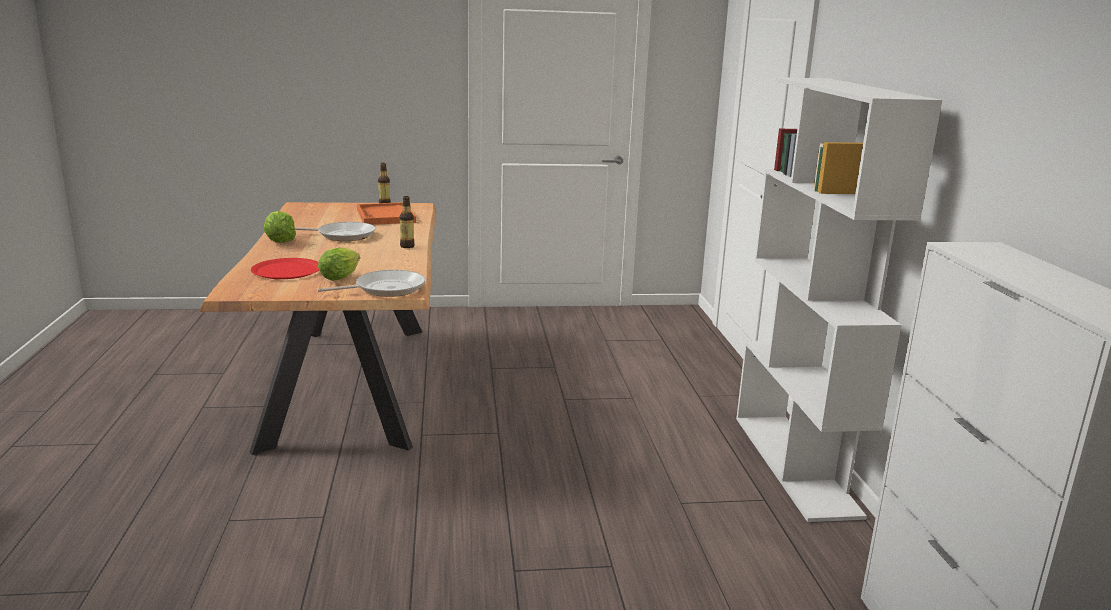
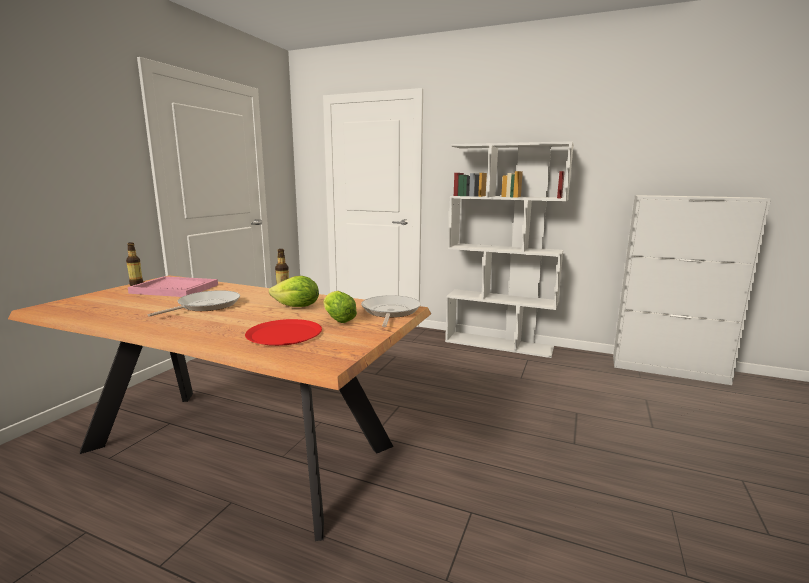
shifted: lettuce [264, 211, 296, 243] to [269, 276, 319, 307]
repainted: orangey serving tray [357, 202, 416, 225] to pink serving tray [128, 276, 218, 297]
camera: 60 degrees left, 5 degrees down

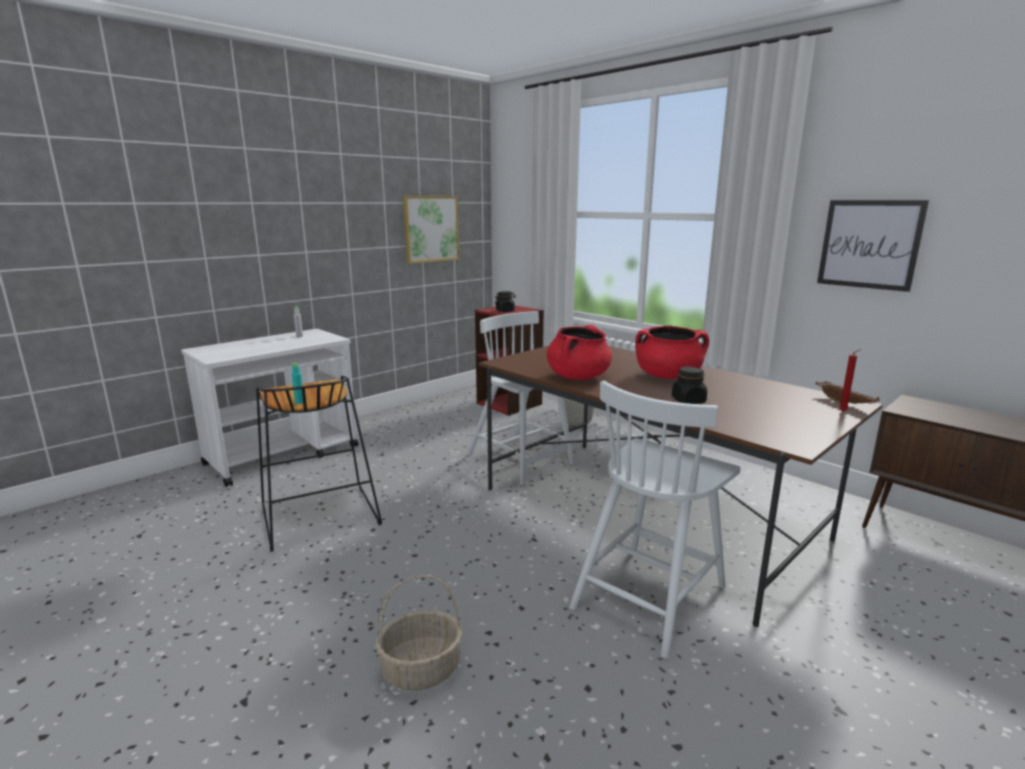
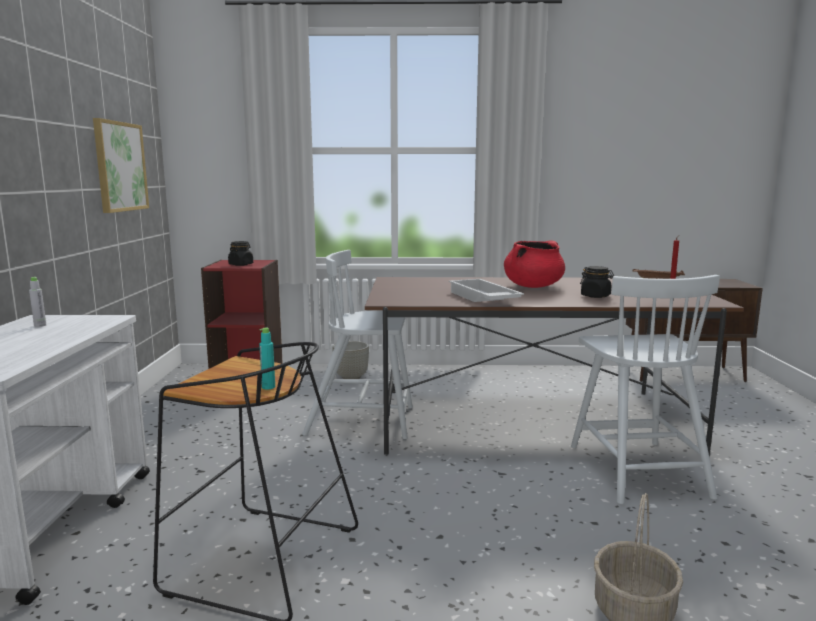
gone: wall art [817, 200, 929, 292]
swapped: reddish cooking pot [547, 325, 612, 380] to white-coloured serving tray [449, 279, 524, 302]
camera: 45 degrees left, 5 degrees down

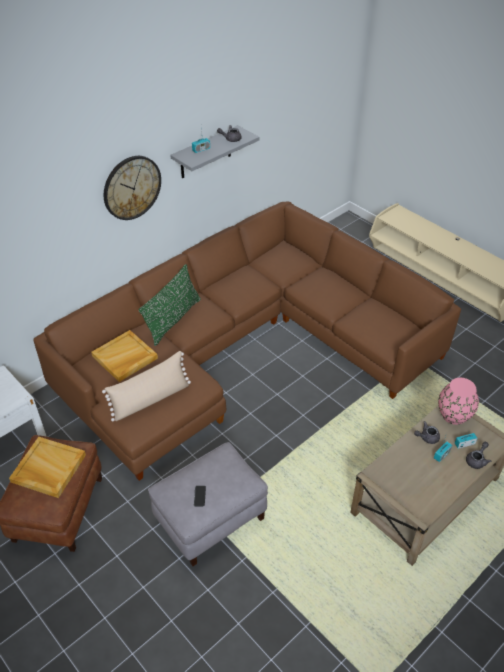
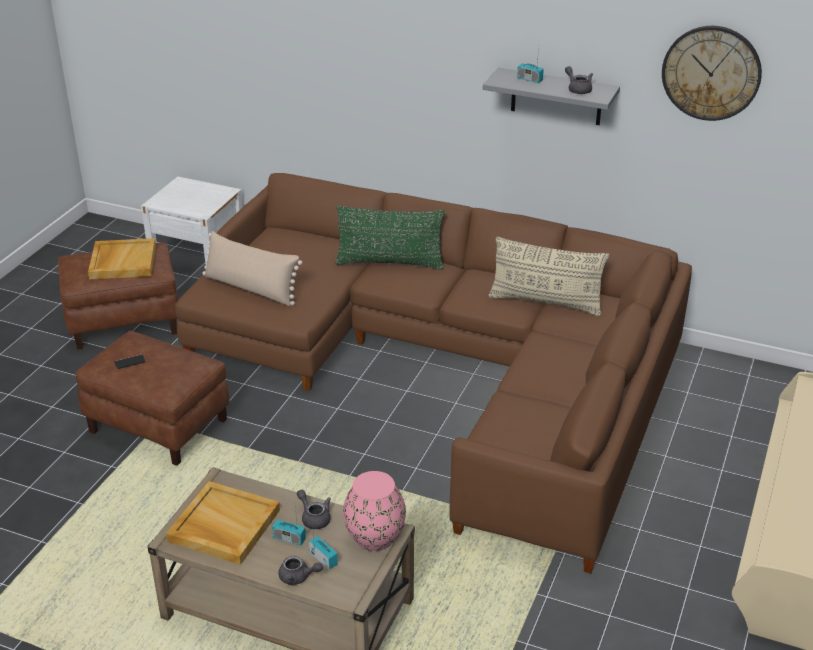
new: beige-coloured cushion [488, 237, 609, 316]
shifted: hanging clock [104, 156, 161, 220] to [662, 26, 762, 121]; beige-coloured serving tray [91, 330, 158, 382] to [166, 481, 280, 565]
repainted: gray ottoman [148, 442, 268, 566] to brown-coloured ottoman [75, 331, 230, 466]
camera: 65 degrees right, 10 degrees down

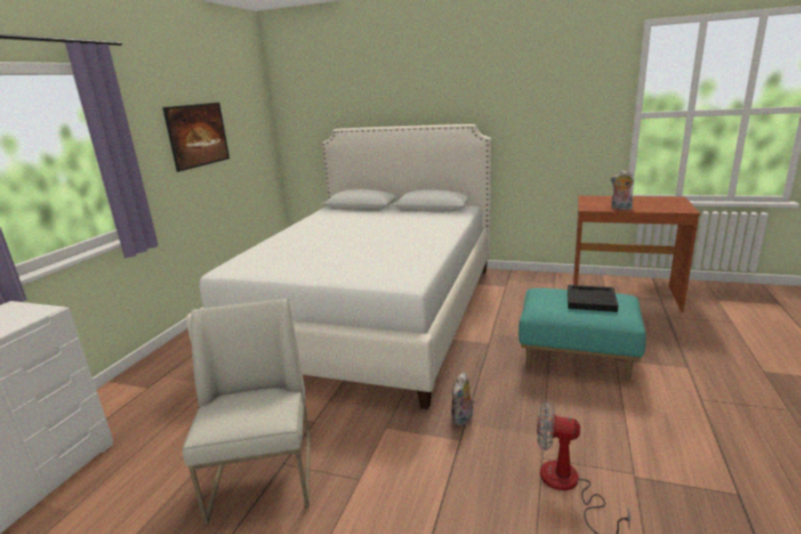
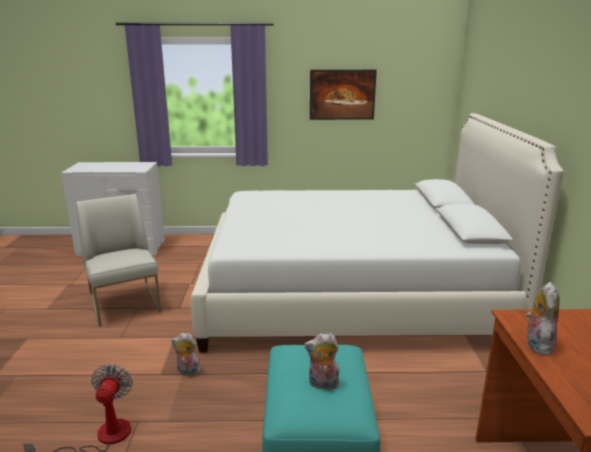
swapped: black serving tray [567, 285, 618, 312] to plush toy [304, 333, 340, 390]
rotated: white-coloured upright chair [182, 298, 311, 526] = [76, 194, 161, 327] 90 degrees counterclockwise
camera: 70 degrees right, 0 degrees up

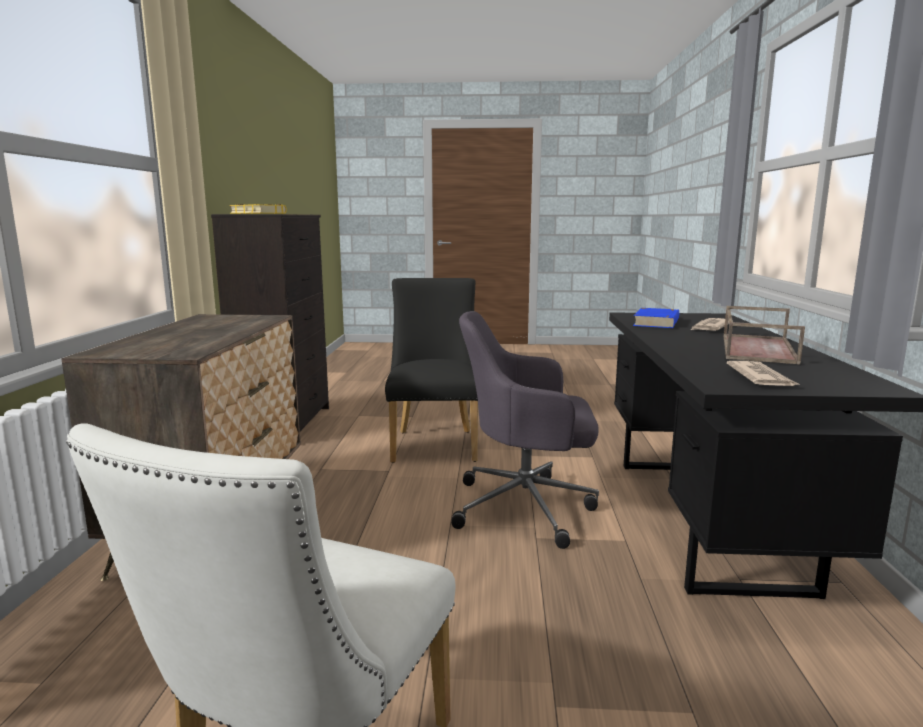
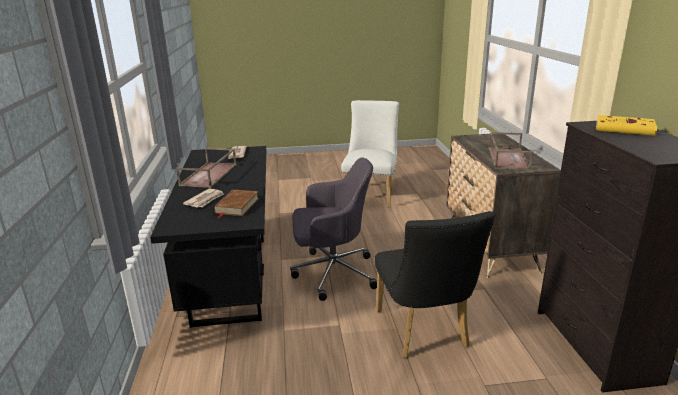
new: brown-coloured serving tray [489, 132, 533, 170]
repainted: blue-coloured bound book [633, 308, 679, 328] to brown-coloured bound book [214, 189, 259, 218]
camera: 170 degrees right, 10 degrees up

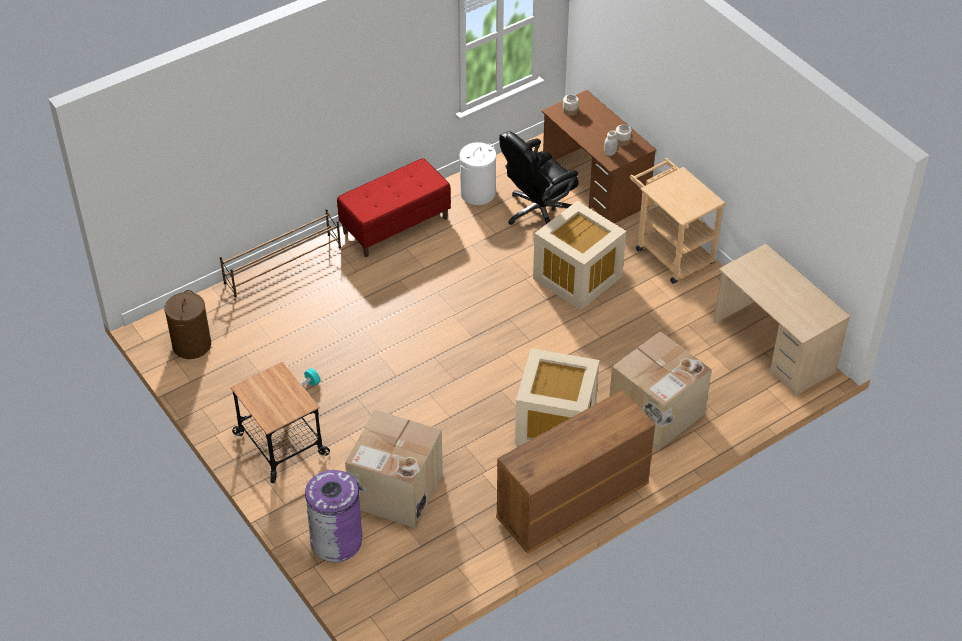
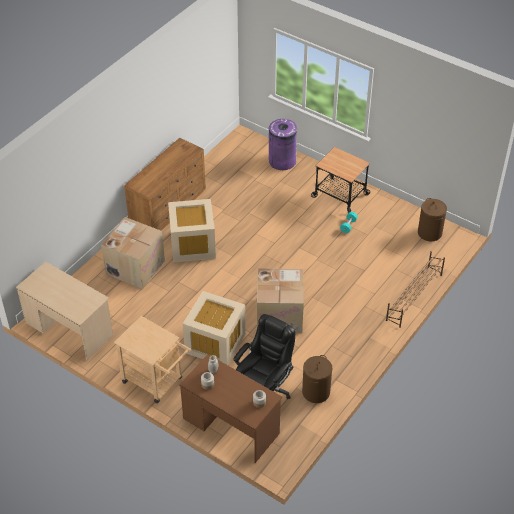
gone: reddish indoor bench [337, 158, 451, 257]
shifted: carton [345, 410, 443, 528] to [257, 268, 304, 333]
repainted: white-coloured washing basket [460, 142, 496, 205] to brown-coloured washing basket [302, 355, 333, 403]
camera: 160 degrees right, 0 degrees up

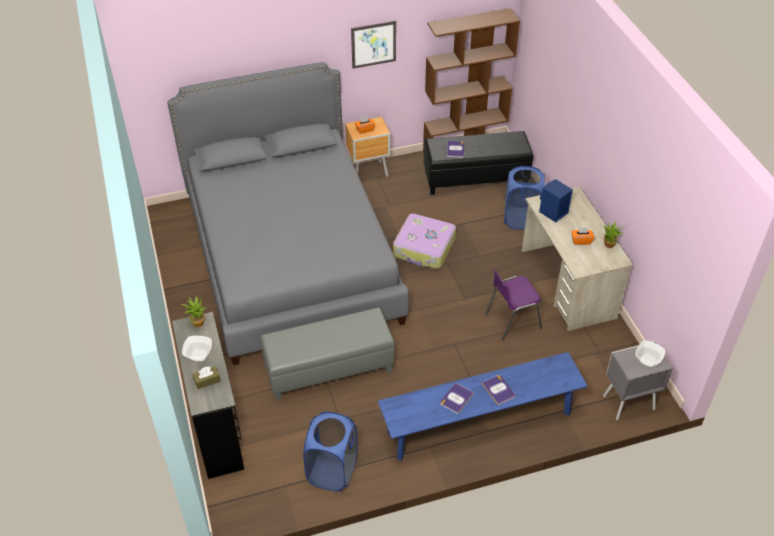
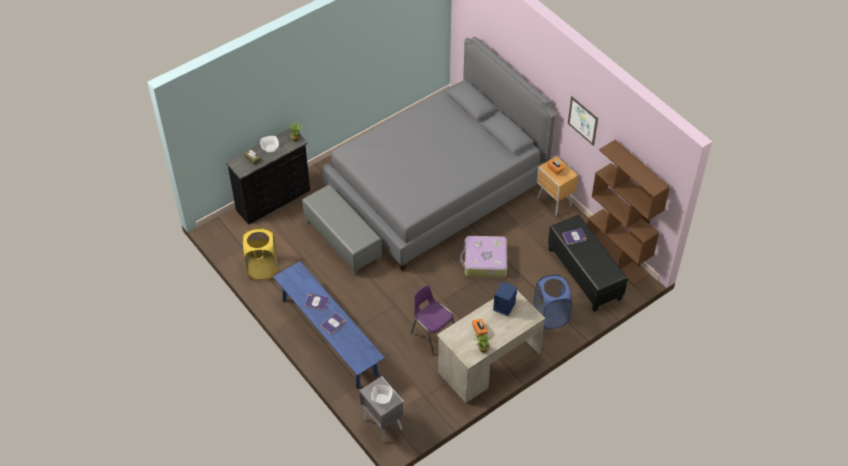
repainted: blue-coloured washing basket [303, 412, 358, 492] to yellow-coloured washing basket [243, 228, 278, 280]
camera: 70 degrees right, 5 degrees up

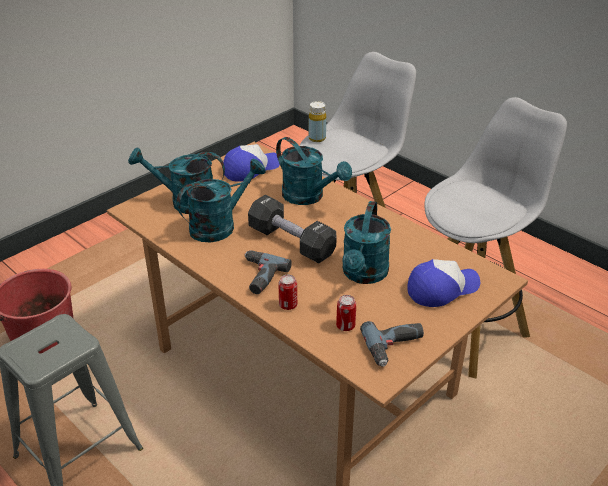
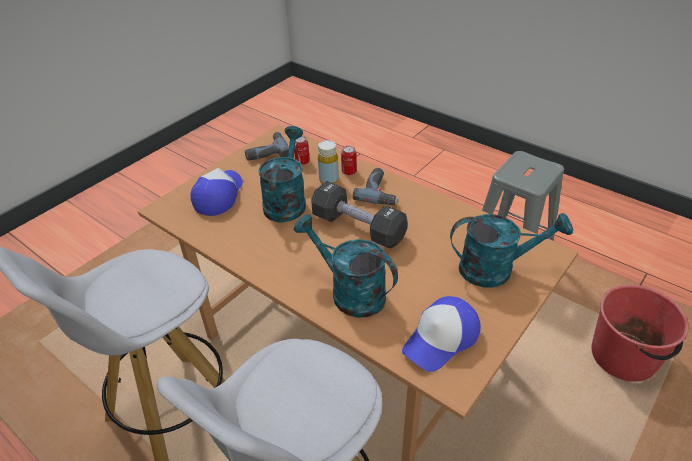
gone: turquoise-coloured sprinkling can [177, 159, 266, 242]
shifted: yellow-coloured beverage bottle [309, 101, 326, 142] to [318, 140, 339, 184]
rotated: baseball cap [408, 259, 480, 307] = [191, 168, 243, 216] 135 degrees clockwise
camera: 175 degrees right, 5 degrees up

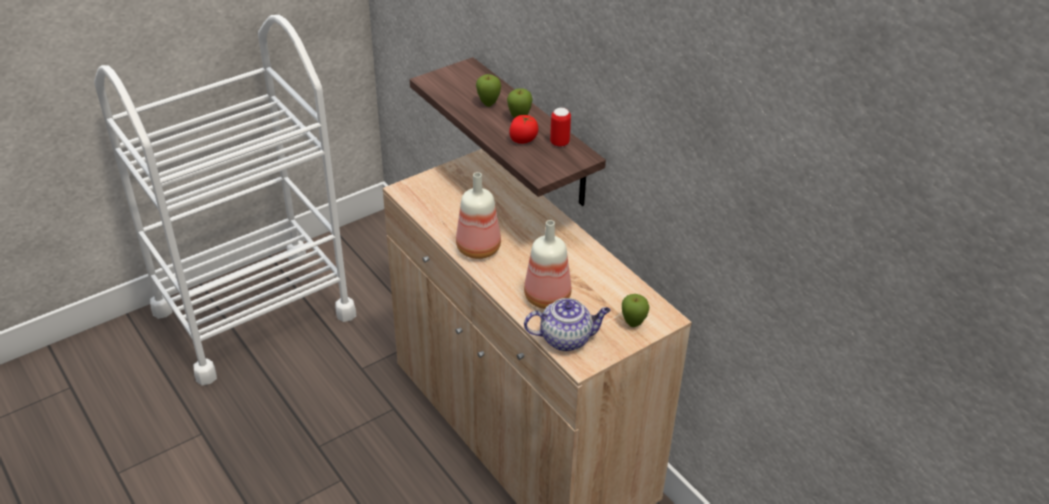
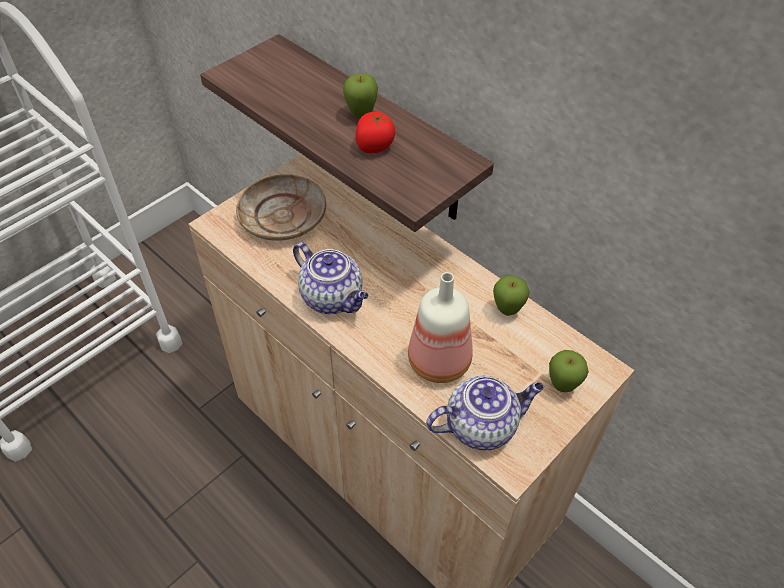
gone: sealed can [550, 108, 571, 147]
new: beige-coloured flat dish [236, 174, 326, 241]
shifted: apple [476, 74, 501, 107] to [493, 275, 530, 316]
swapped: beverage bottle [456, 172, 501, 259] to pot for tea [293, 242, 369, 314]
camera: 10 degrees left, 10 degrees up

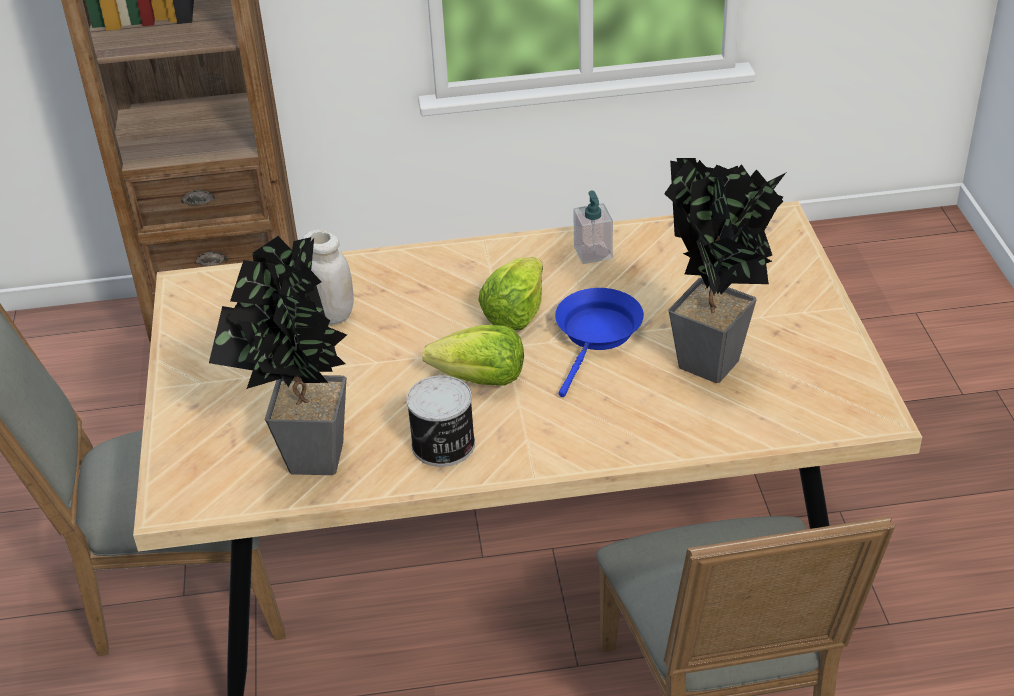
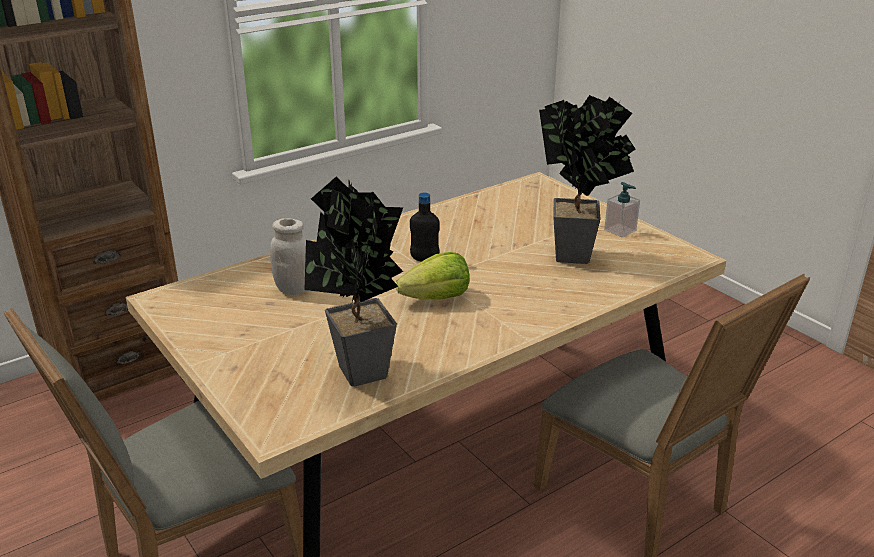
gone: blue-coloured frying pan [555, 288, 644, 397]; sealed can [406, 375, 475, 467]
shifted: soap bottle [573, 190, 613, 264] to [604, 182, 640, 238]
swapped: lettuce [478, 257, 543, 330] to black beverage bottle [410, 192, 440, 262]
camera: 30 degrees left, 10 degrees down

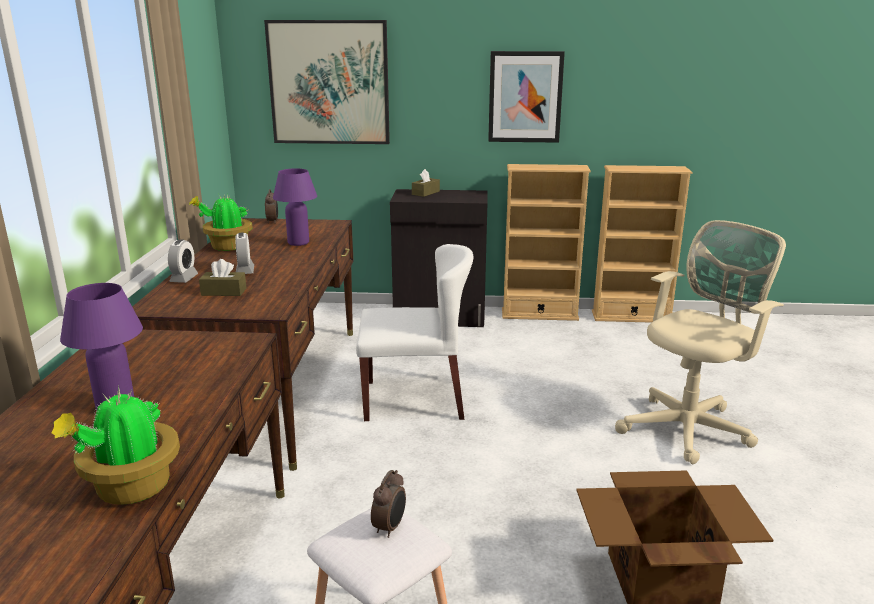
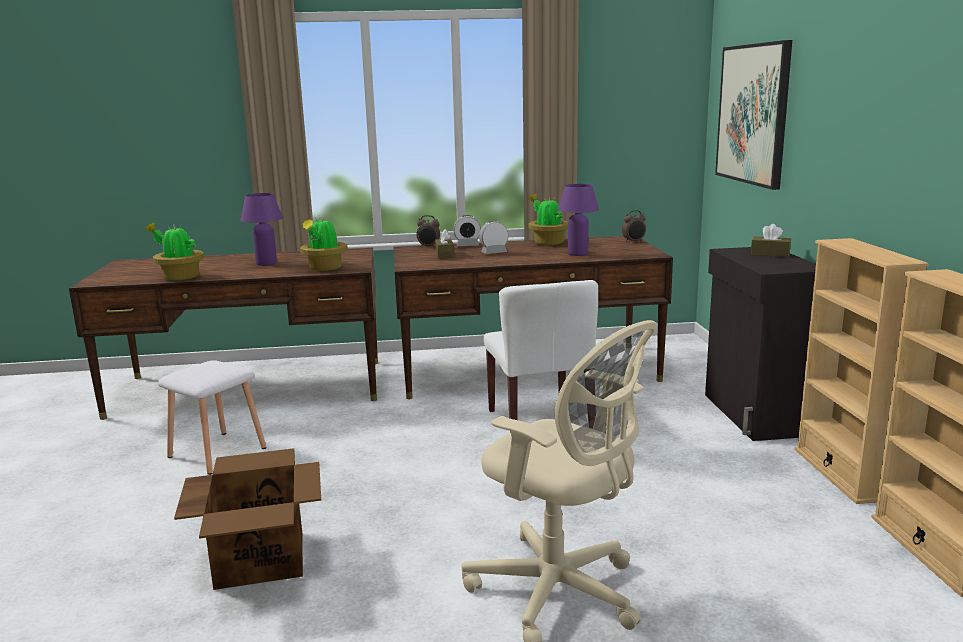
gone: wall art [488, 51, 565, 143]
new: potted plant [300, 216, 348, 271]
shifted: alarm clock [371, 470, 406, 538] to [416, 215, 440, 248]
camera: 80 degrees right, 5 degrees down

